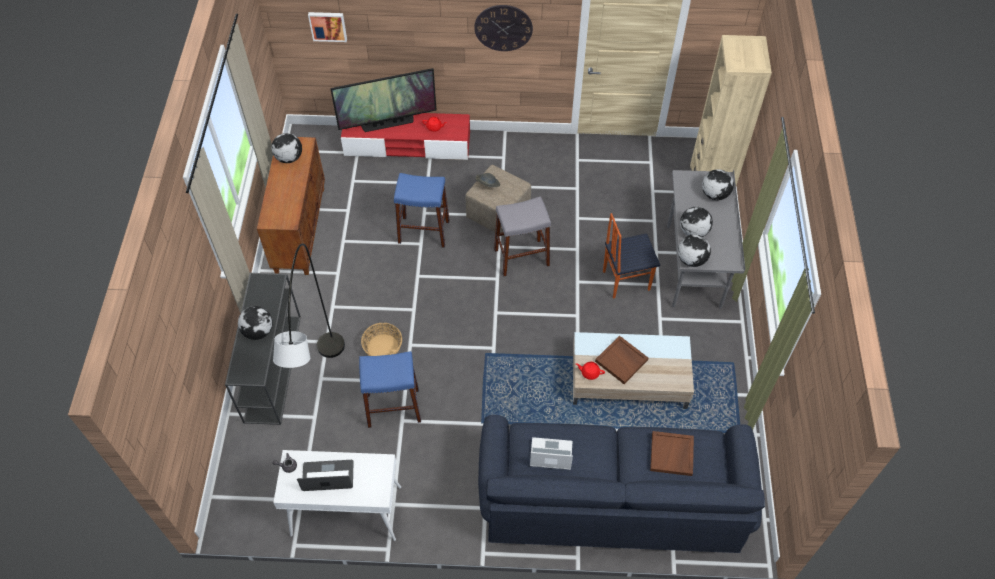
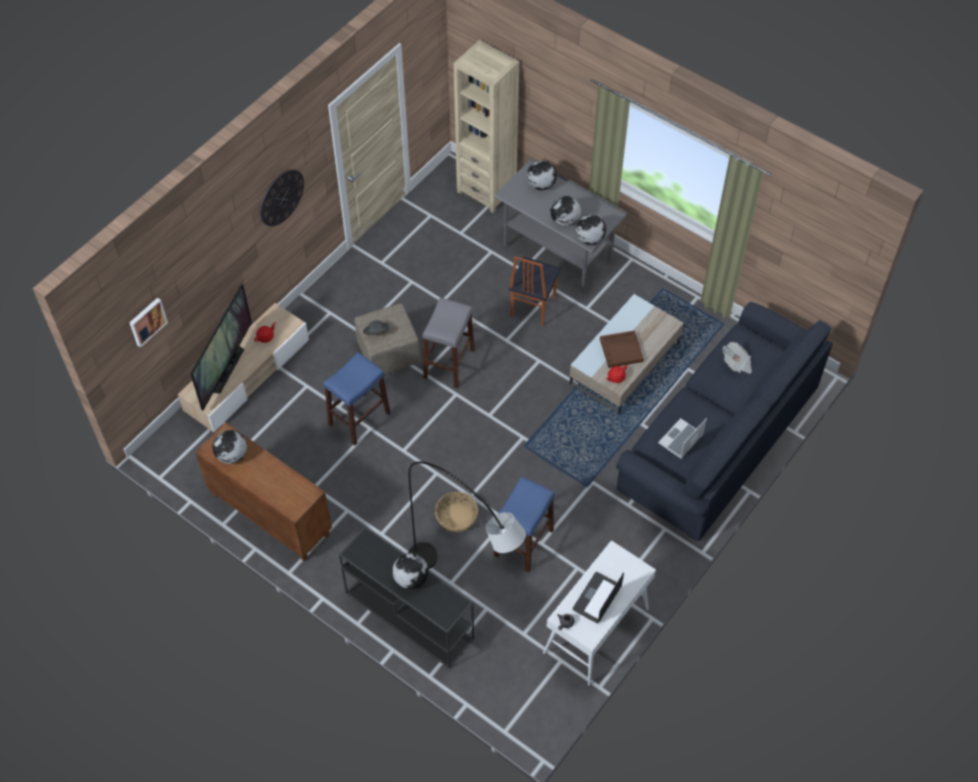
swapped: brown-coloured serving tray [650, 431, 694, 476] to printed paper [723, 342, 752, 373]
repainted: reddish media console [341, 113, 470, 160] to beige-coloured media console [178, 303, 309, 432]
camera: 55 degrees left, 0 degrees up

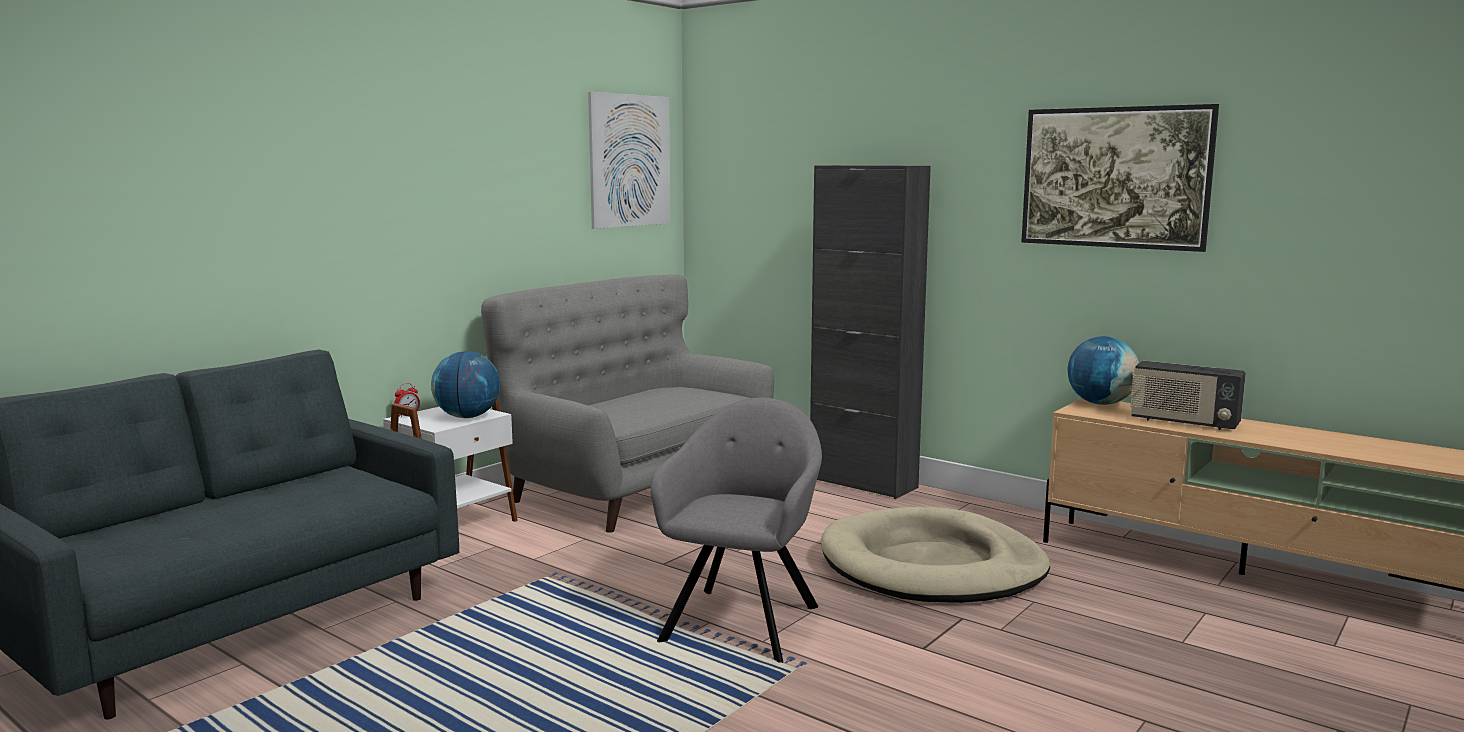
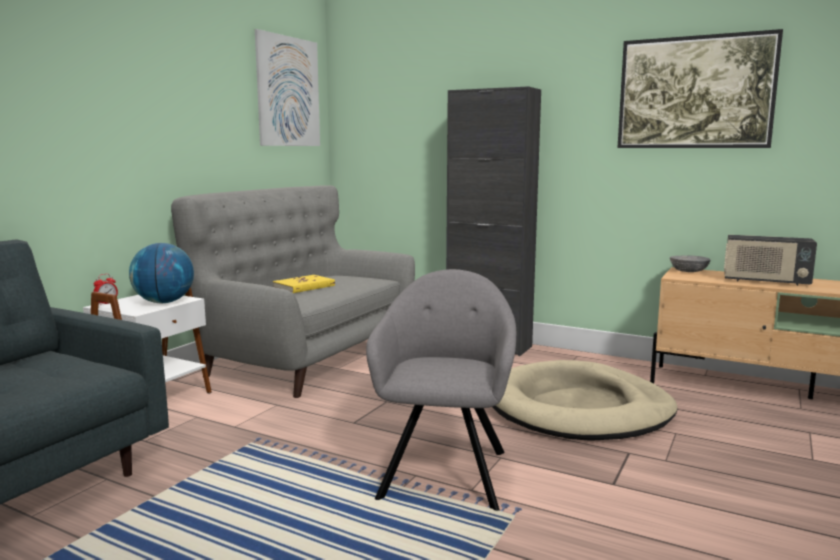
new: yellow-coloured bound book [273, 275, 335, 293]
swapped: world globe [1068, 336, 1139, 405] to gray bowl [670, 255, 710, 272]
camera: 10 degrees left, 0 degrees up

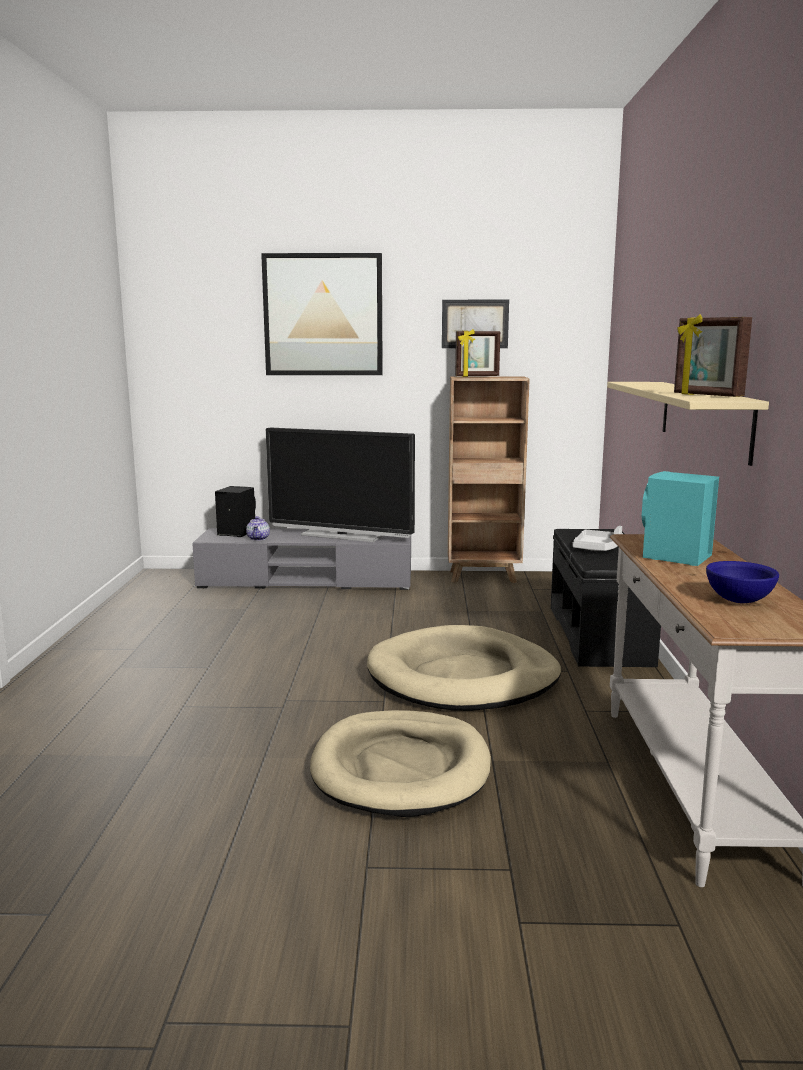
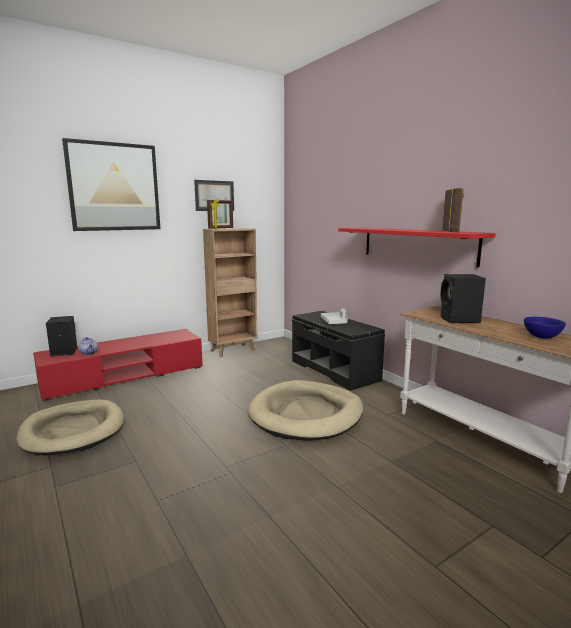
gone: television [266, 428, 415, 542]
shifted: beige-coloured dog bed [310, 710, 491, 817] to [17, 400, 124, 455]
repainted: beige-coloured wall shelf [607, 382, 769, 466] to reddish wall shelf [338, 228, 496, 267]; turquoise-coloured speaker [642, 471, 719, 566] to black speaker [440, 274, 486, 323]; gray media console [192, 528, 411, 590] to reddish media console [33, 329, 203, 401]
rotated: standing frame [674, 315, 752, 397] = [442, 187, 464, 232] 105 degrees counterclockwise
camera: 35 degrees left, 0 degrees up

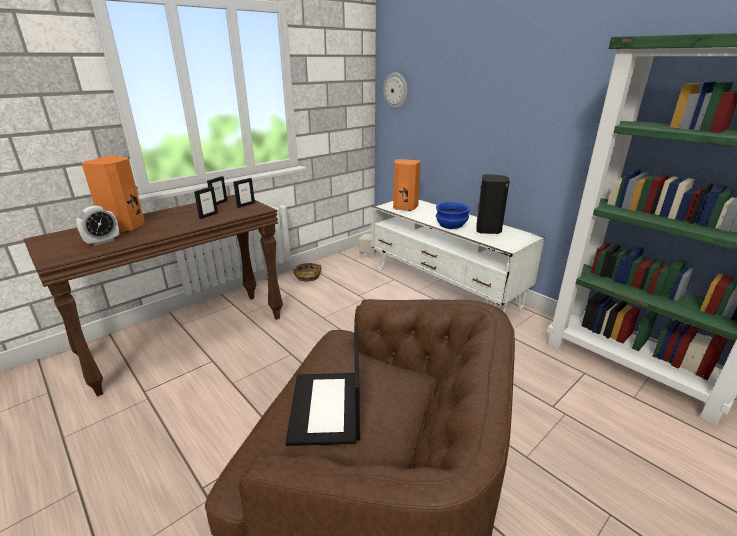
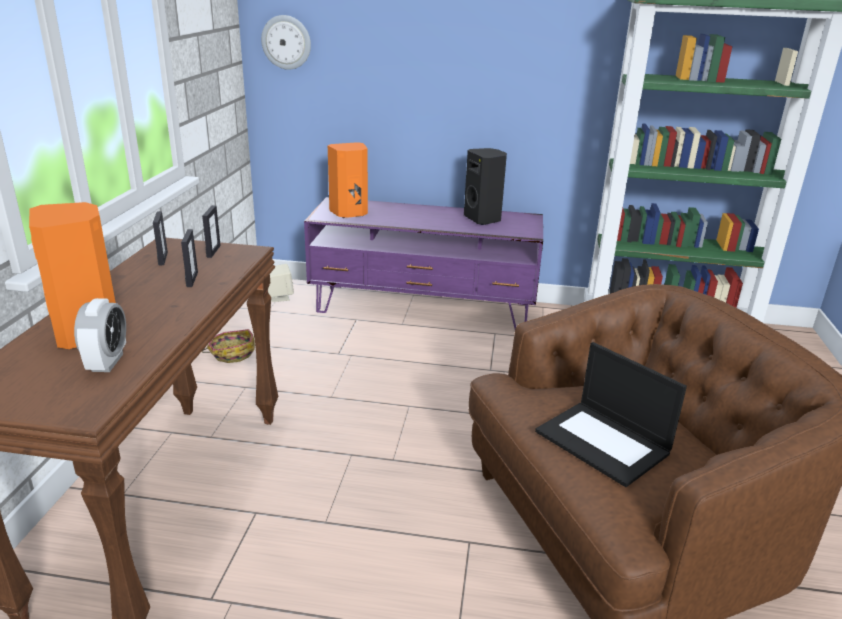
gone: blue-coloured bowl [436, 202, 470, 229]
repainted: white-coloured media console [371, 200, 545, 312] to purplish media console [304, 197, 543, 329]
camera: 40 degrees left, 0 degrees up

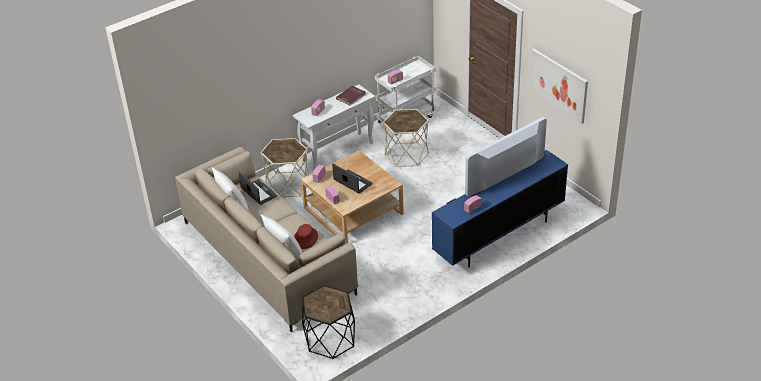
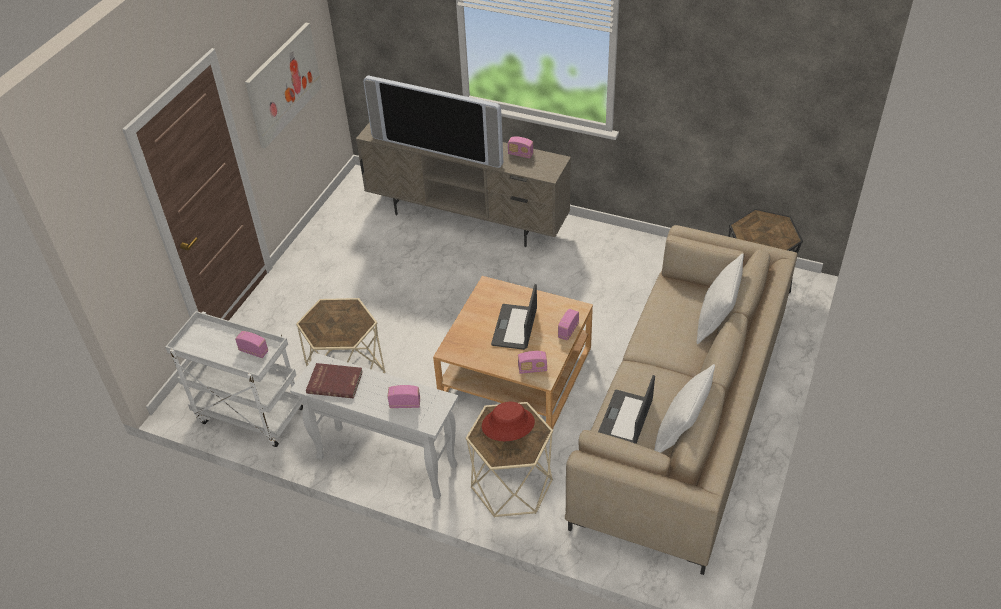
shifted: reddish clothing hat [294, 224, 318, 249] to [482, 402, 535, 441]
repainted: blue-coloured media console [432, 150, 568, 268] to beige-coloured media console [356, 122, 571, 247]
camera: 120 degrees left, 5 degrees up

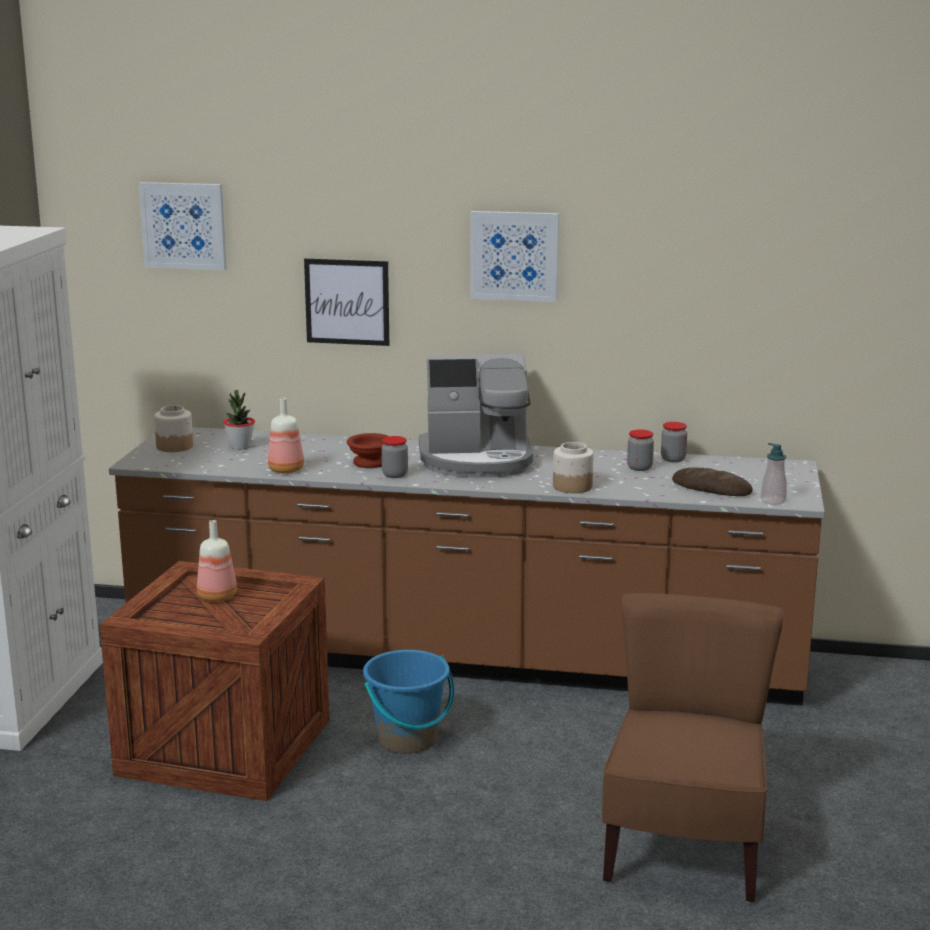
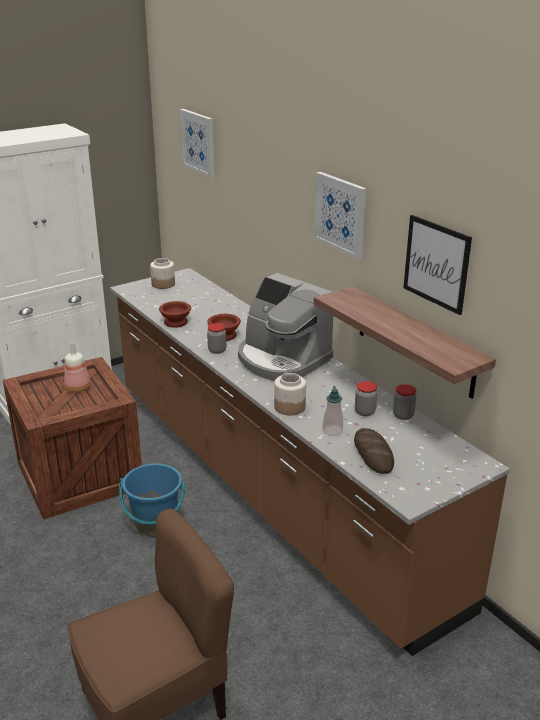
gone: potted plant [224, 390, 255, 449]
new: wall shelf [314, 286, 496, 399]
shifted: wall art [304, 259, 389, 346] to [403, 215, 472, 315]; soap bottle [761, 443, 787, 505] to [323, 386, 343, 436]
swapped: beverage bottle [268, 398, 304, 473] to brown-coloured bowl [159, 301, 191, 328]
camera: 45 degrees right, 10 degrees up

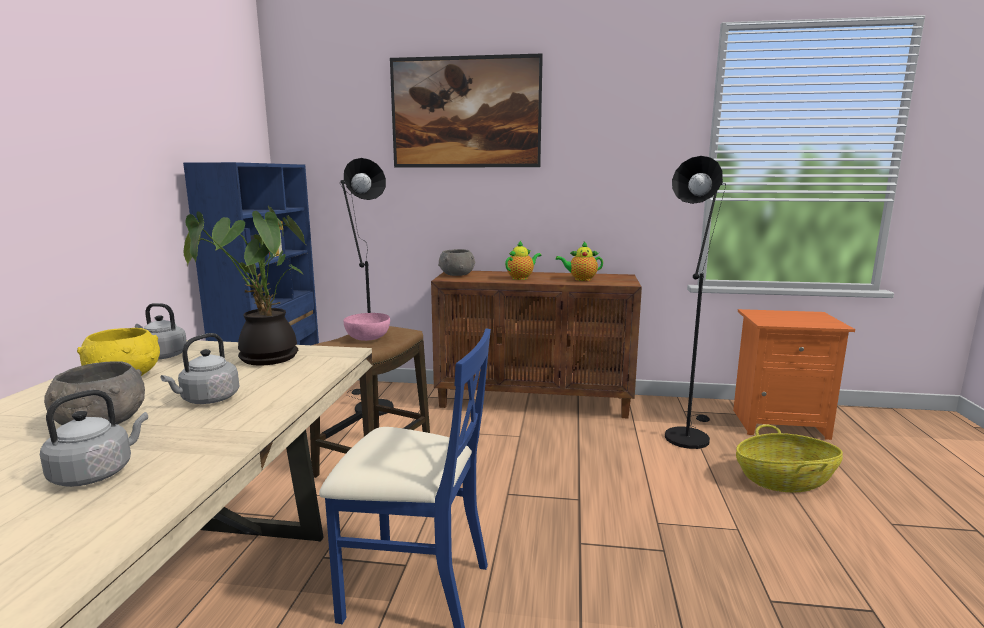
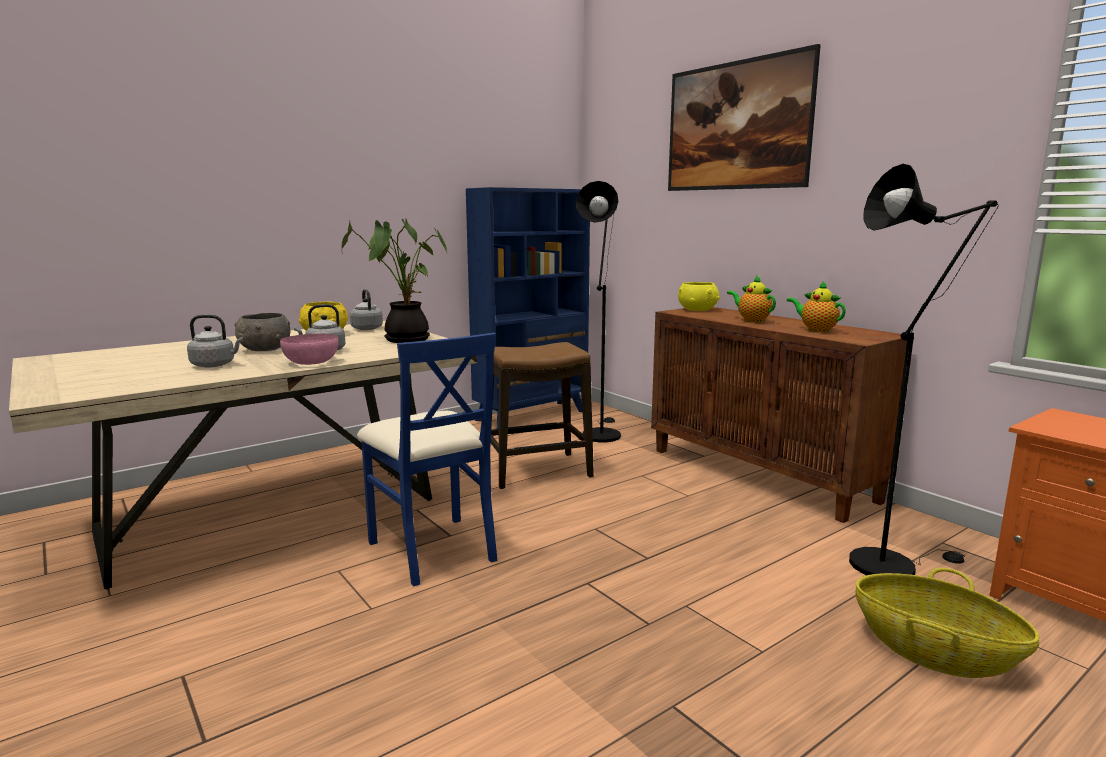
shifted: pink bowl [344, 313, 390, 341] to [280, 333, 338, 365]
repainted: gray bowl [438, 249, 475, 276] to yellow-coloured bowl [678, 282, 720, 311]
rotated: pot for tea [505, 241, 541, 280] = [727, 276, 776, 323] 135 degrees counterclockwise
camera: 45 degrees right, 0 degrees up

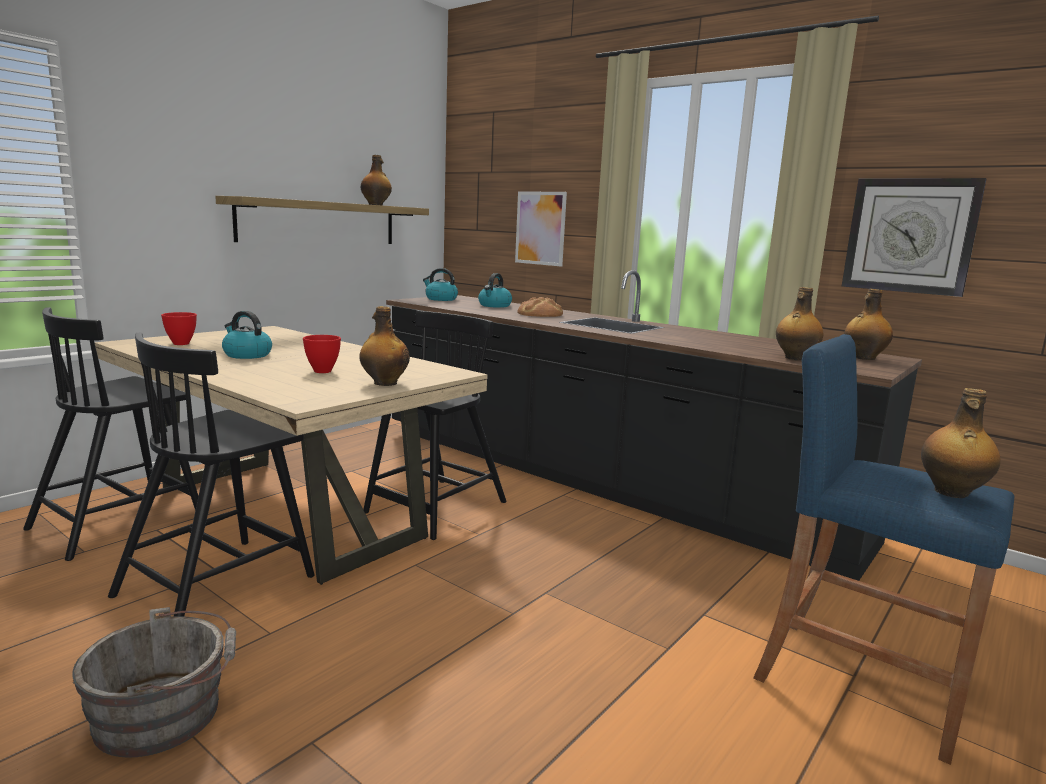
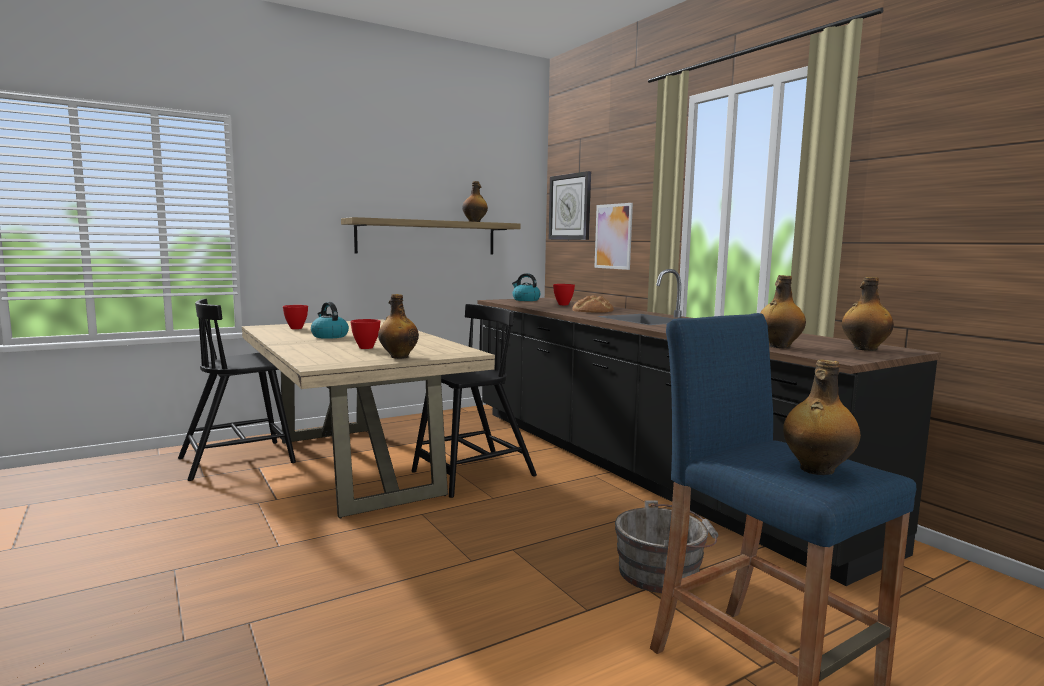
gone: black upright chair [108, 332, 314, 617]
shifted: hanging clock [842, 178, 986, 297] to [549, 171, 591, 240]; gray bucket [72, 607, 236, 758] to [615, 500, 718, 593]
swapped: water kettle [478, 273, 512, 308] to reddish bowl [553, 284, 575, 305]
camera: 20 degrees right, 5 degrees down

